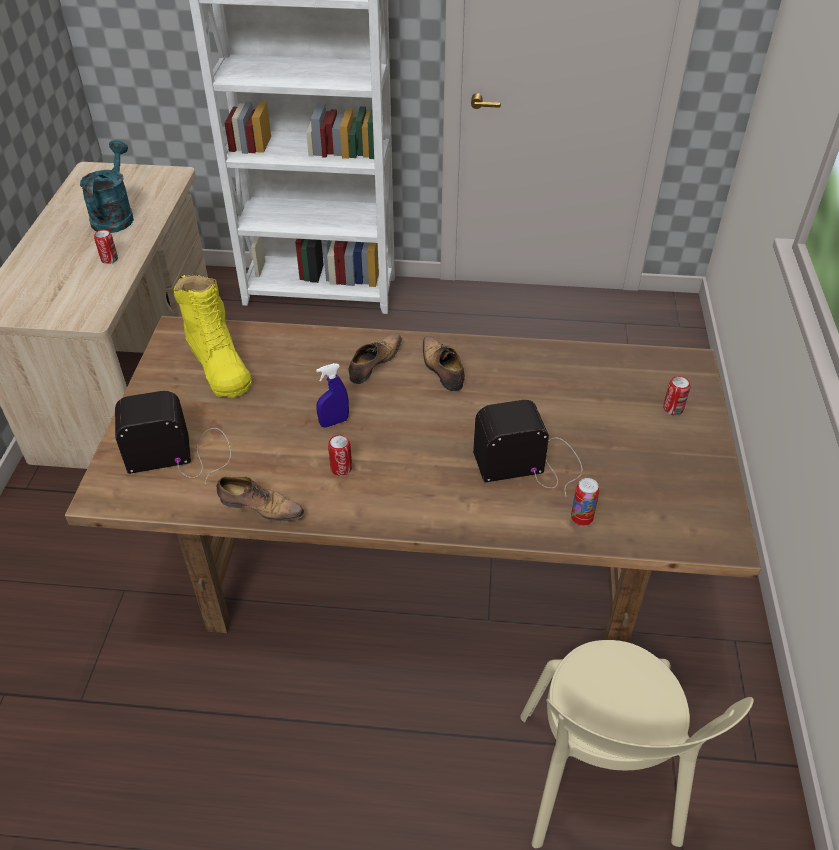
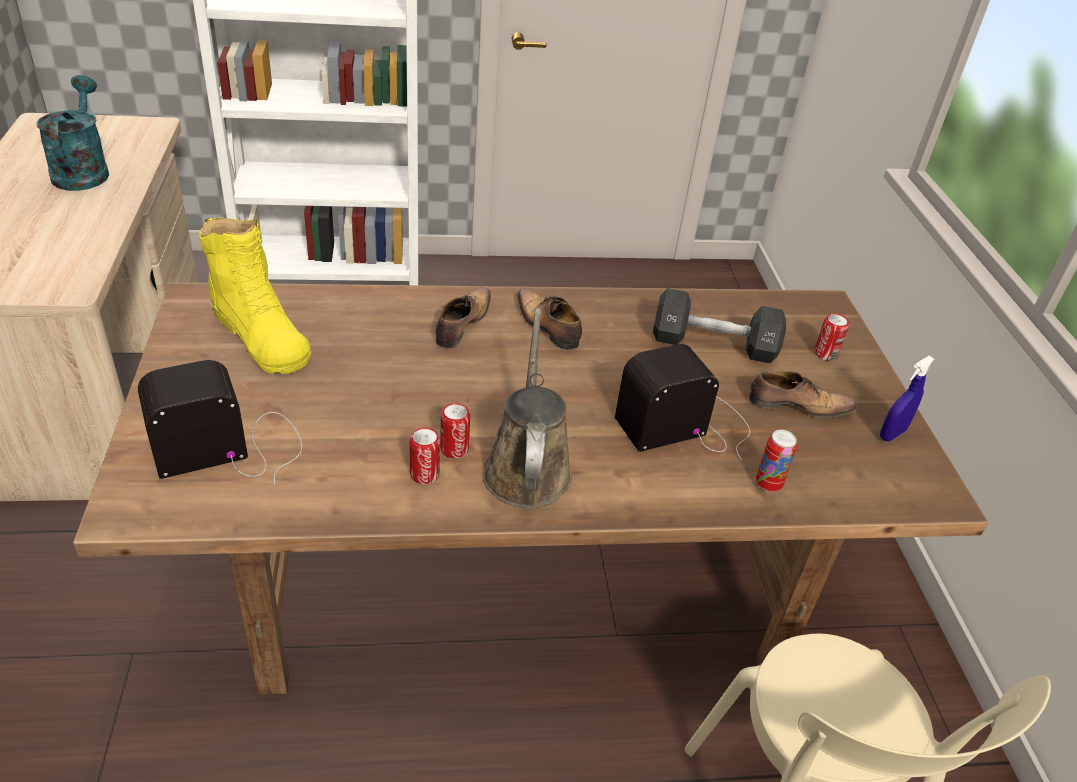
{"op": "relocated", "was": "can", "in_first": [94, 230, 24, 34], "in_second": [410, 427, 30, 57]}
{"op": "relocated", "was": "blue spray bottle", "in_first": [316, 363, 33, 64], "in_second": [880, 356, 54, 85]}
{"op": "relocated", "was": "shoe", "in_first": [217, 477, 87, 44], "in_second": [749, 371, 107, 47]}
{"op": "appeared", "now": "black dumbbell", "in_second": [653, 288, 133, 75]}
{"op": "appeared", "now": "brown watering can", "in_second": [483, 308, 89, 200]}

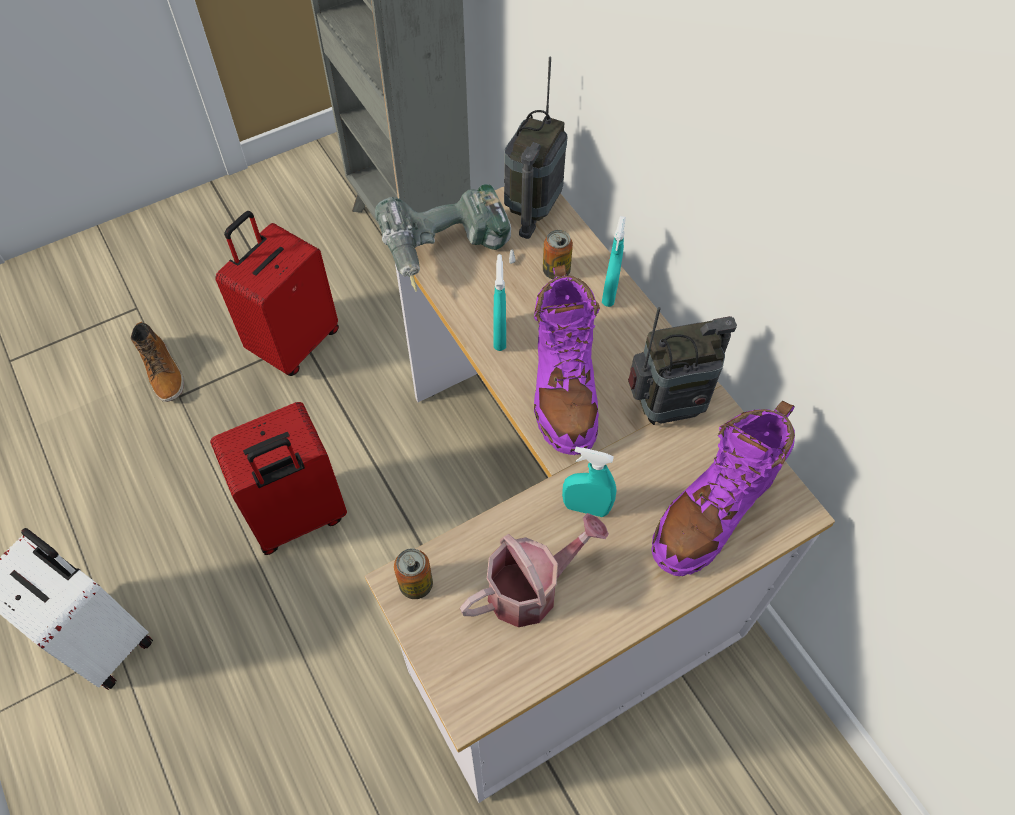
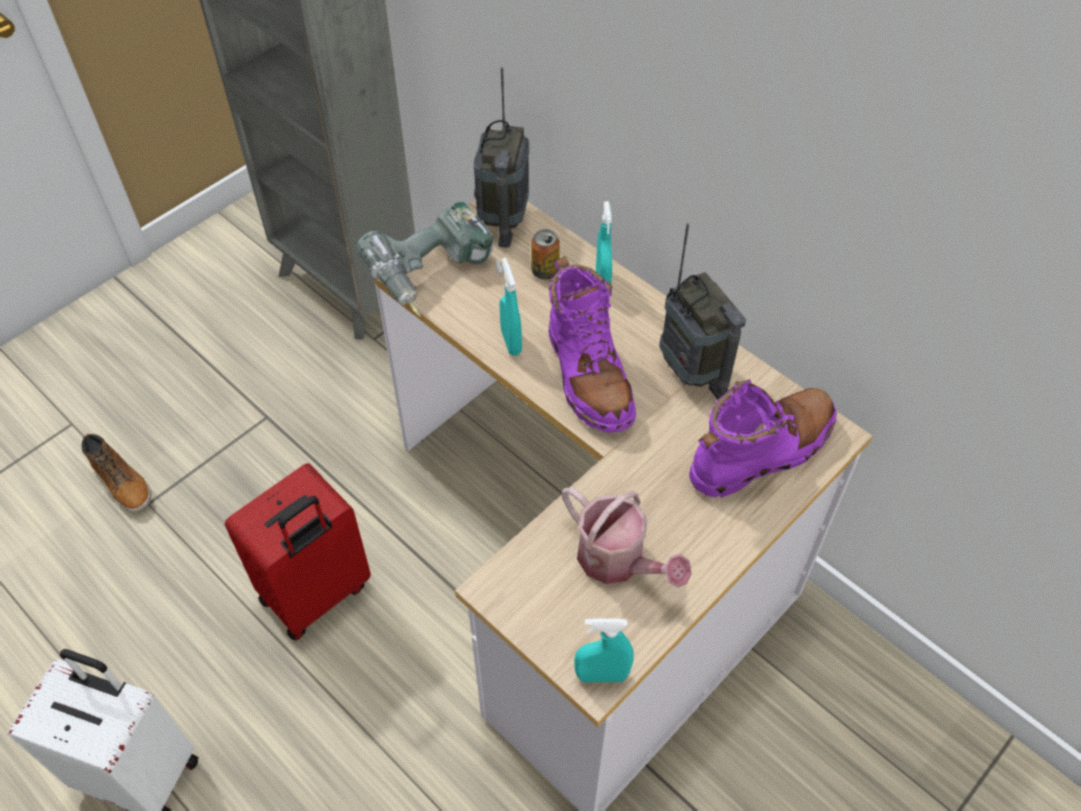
{"op": "missing", "was": "red suitcase", "in_first": [215, 211, 124, 165]}
{"op": "spun", "was": "radio", "in_first": [628, 307, 109, 118], "in_second": [659, 223, 87, 177], "clockwise": 90}
{"op": "spun", "was": "purple boot", "in_first": [651, 401, 144, 175], "in_second": [689, 379, 148, 119], "clockwise": -150}
{"op": "relocated", "was": "turquoise spray bottle", "in_first": [562, 447, 55, 70], "in_second": [574, 618, 60, 64]}
{"op": "spun", "was": "watering can", "in_first": [460, 513, 149, 114], "in_second": [562, 487, 130, 101], "clockwise": 90}
{"op": "missing", "was": "can", "in_first": [394, 548, 39, 51]}

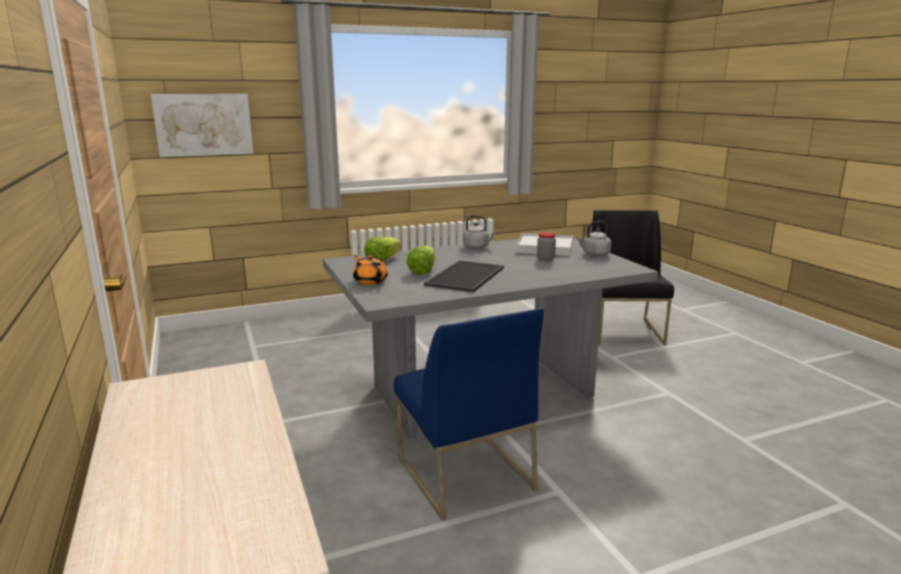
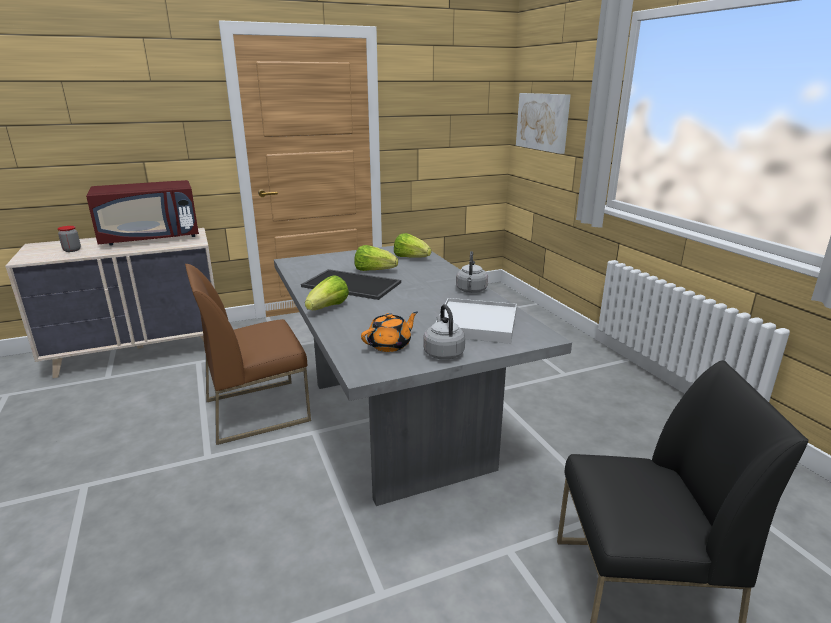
{"op": "relocated", "was": "jar", "in_first": [537, 232, 19, 29], "in_second": [58, 226, 23, 26]}
{"op": "relocated", "was": "orange teapot", "in_first": [353, 255, 35, 30], "in_second": [361, 312, 57, 40]}
{"op": "colour", "was": "blue chair", "now": "brown chair", "in_first": [394, 308, 150, 212], "in_second": [185, 264, 126, 181]}
{"op": "appeared", "now": "red microwave", "in_second": [86, 180, 113, 66]}
{"op": "appeared", "now": "lettuce", "in_second": [305, 275, 44, 35]}

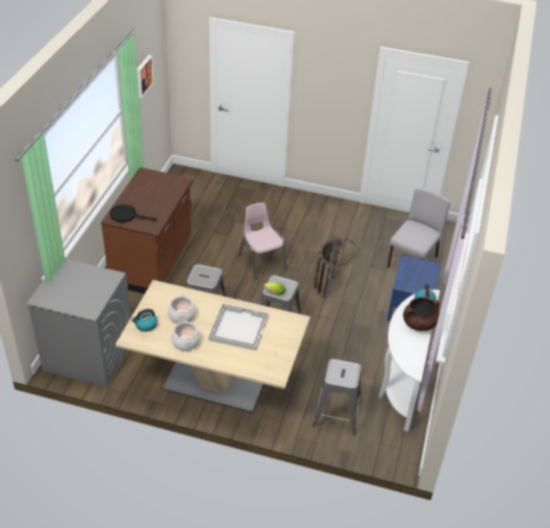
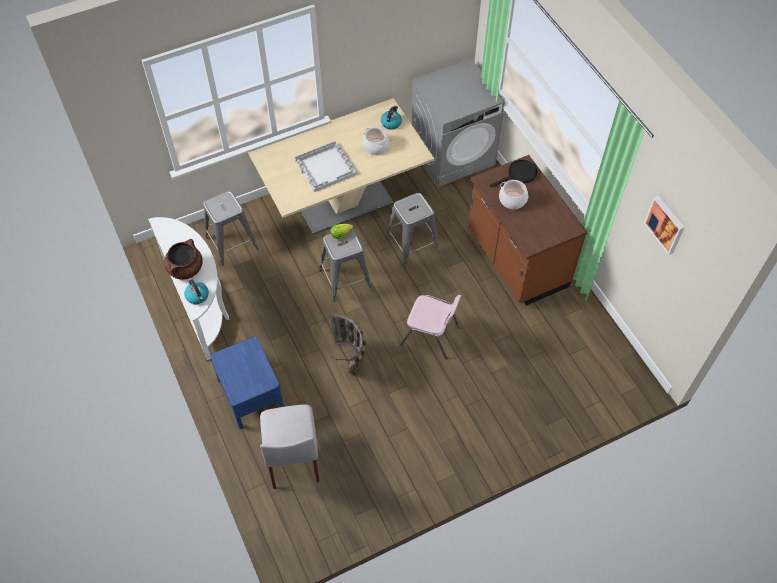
{"op": "relocated", "was": "cooking pot", "in_first": [171, 321, 29, 30], "in_second": [499, 180, 30, 29]}

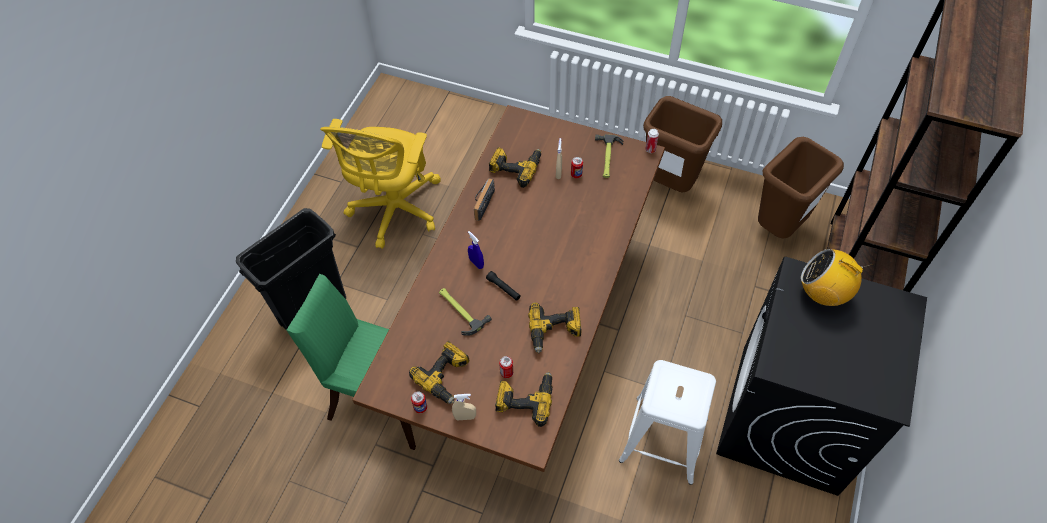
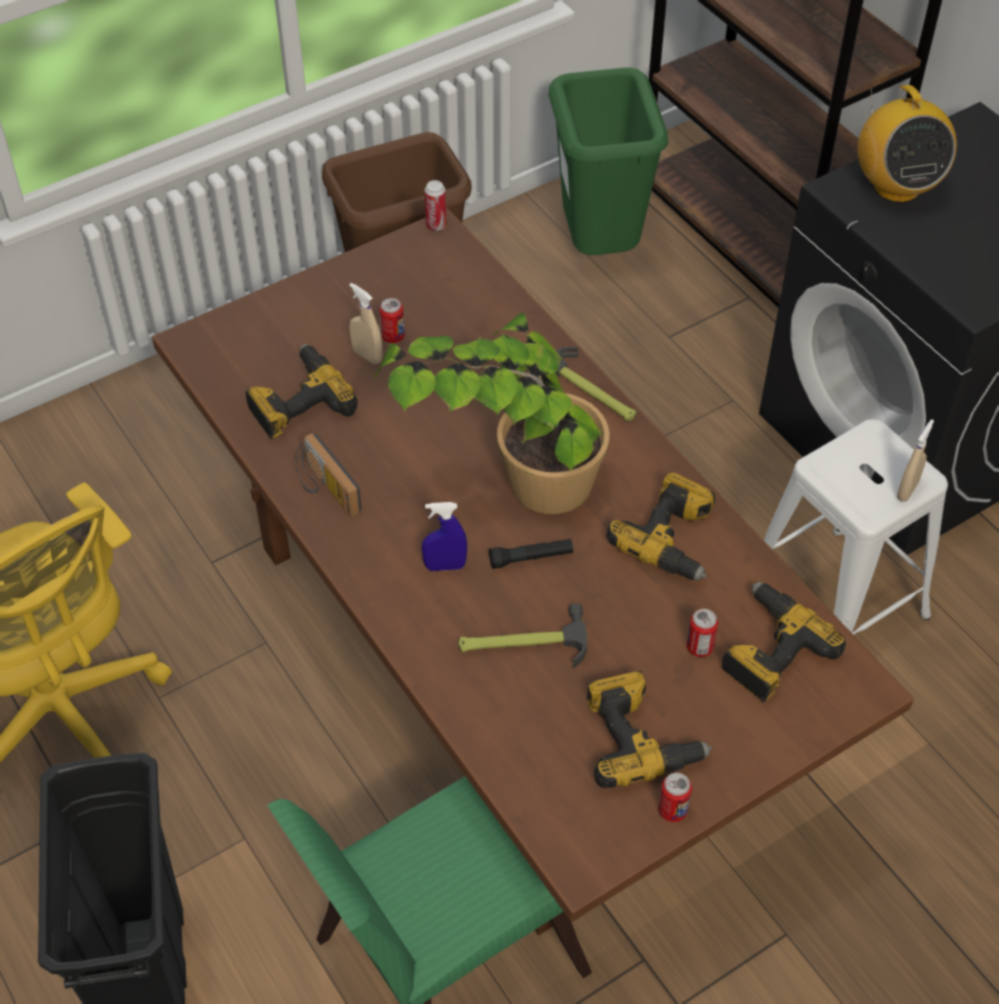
{"op": "relocated", "was": "hammer", "in_first": [595, 134, 28, 44], "in_second": [529, 347, 108, 74]}
{"op": "colour", "was": "brown trash can", "now": "green trash can", "in_first": [758, 137, 86, 101], "in_second": [549, 67, 119, 188]}
{"op": "spun", "was": "radio", "in_first": [801, 249, 72, 57], "in_second": [858, 85, 99, 118], "clockwise": -75}
{"op": "relocated", "was": "beige spray bottle", "in_first": [452, 394, 24, 26], "in_second": [897, 419, 37, 83]}
{"op": "appeared", "now": "potted plant", "in_second": [374, 313, 236, 201]}

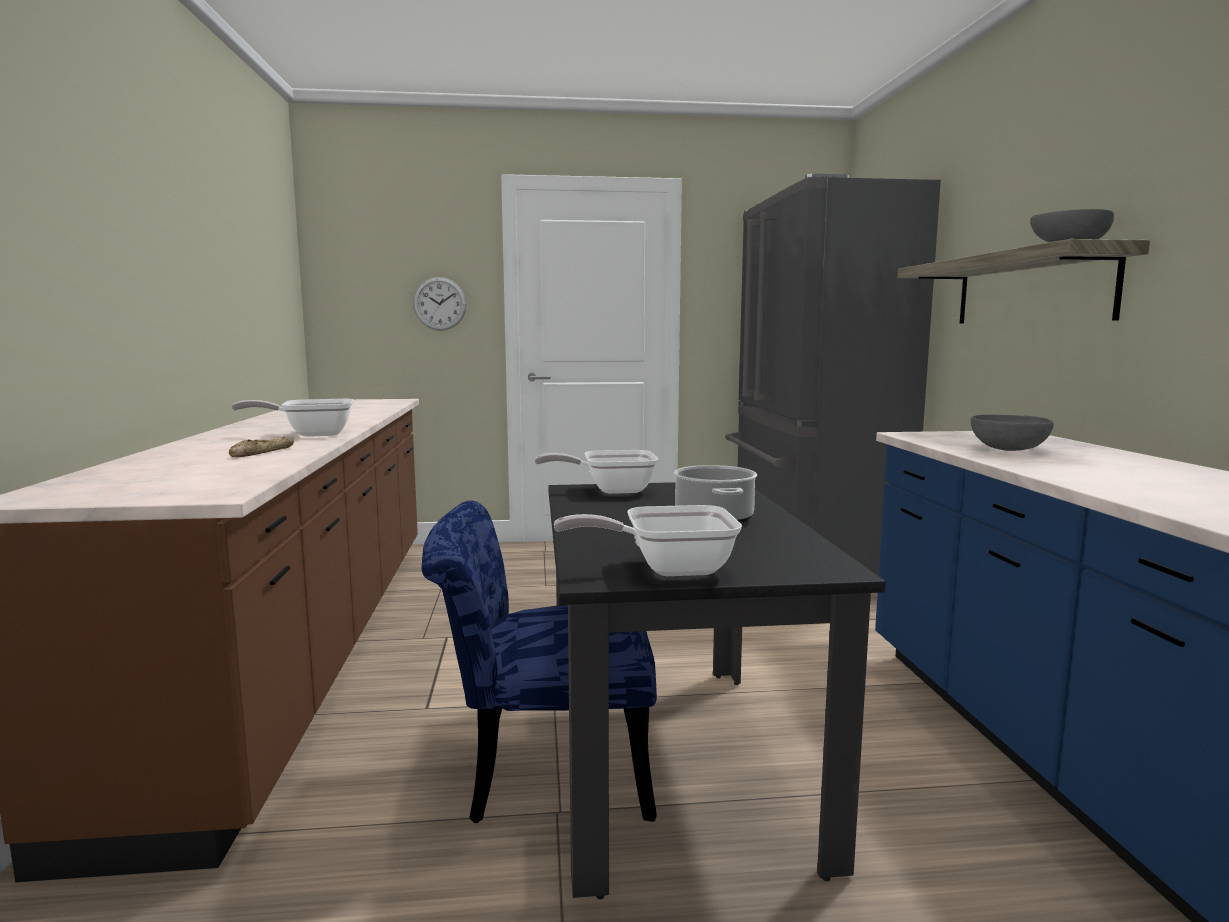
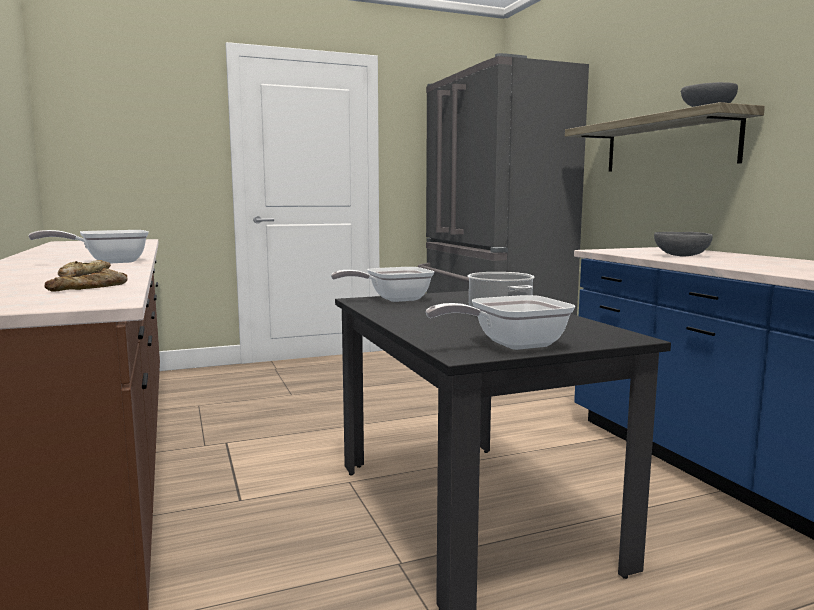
{"op": "missing", "was": "wall clock", "in_first": [413, 277, 54, 54]}
{"op": "missing", "was": "blue chair", "in_first": [422, 501, 235, 322]}
{"op": "appeared", "now": "bread", "in_second": [44, 268, 83, 24]}

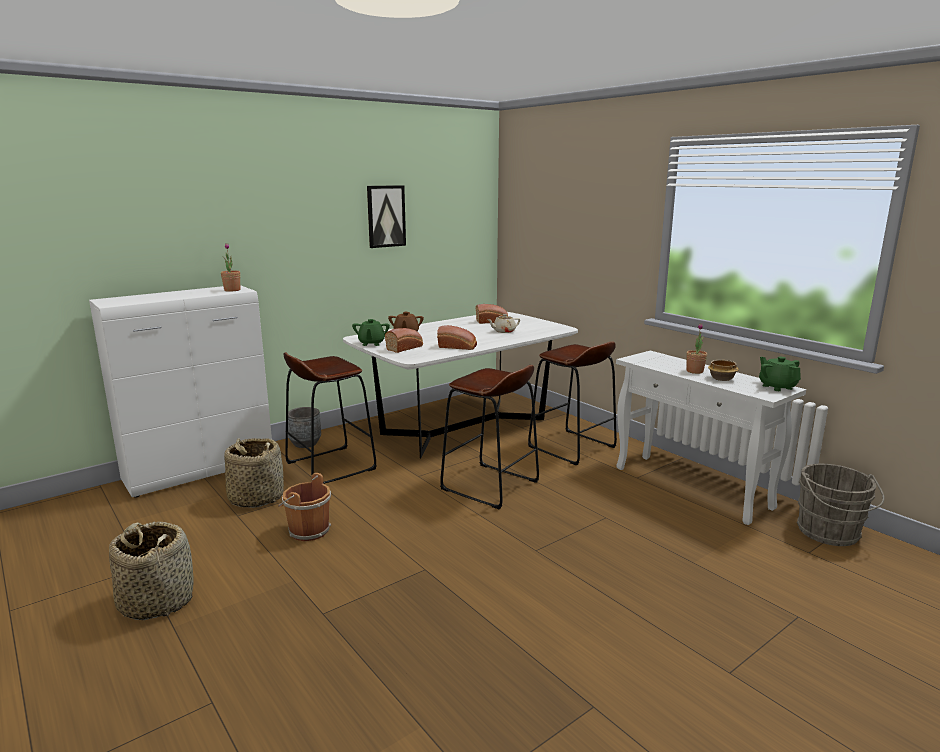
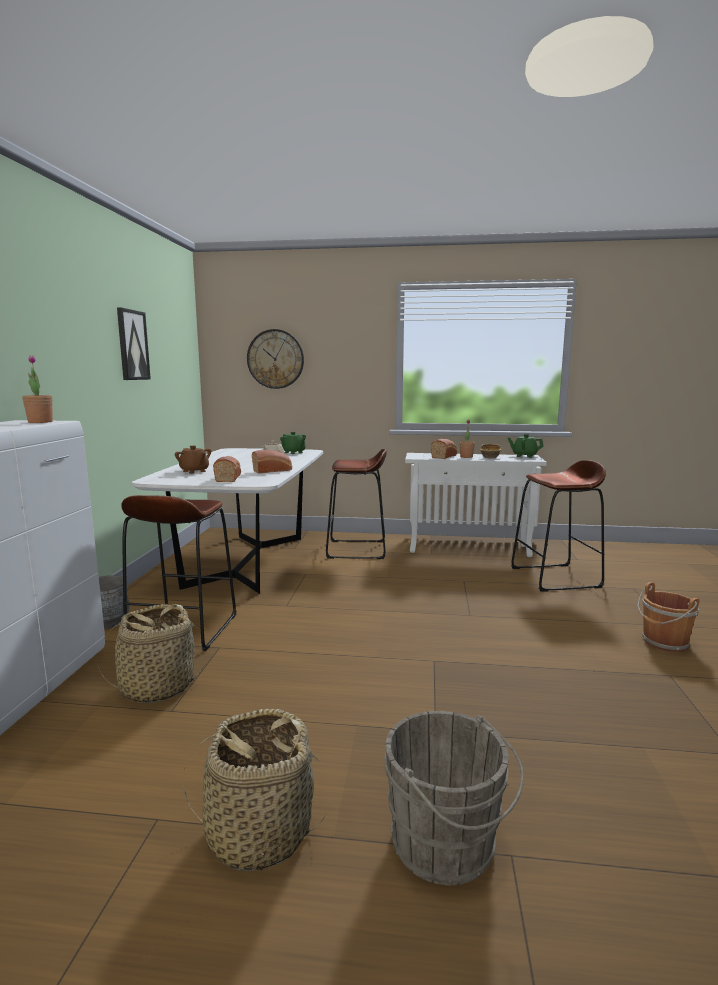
{"op": "relocated", "was": "bread", "in_first": [476, 304, 32, 20], "in_second": [431, 439, 26, 20]}
{"op": "relocated", "was": "green teapot", "in_first": [352, 319, 38, 27], "in_second": [280, 432, 26, 22]}
{"op": "relocated", "was": "brown stool", "in_first": [440, 365, 99, 144], "in_second": [511, 460, 95, 132]}
{"op": "relocated", "was": "grey bucket", "in_first": [797, 464, 88, 82], "in_second": [383, 711, 141, 175]}
{"op": "relocated", "was": "brown bucket", "in_first": [278, 473, 53, 68], "in_second": [637, 582, 63, 70]}
{"op": "appeared", "now": "wall clock", "in_second": [247, 329, 57, 60]}

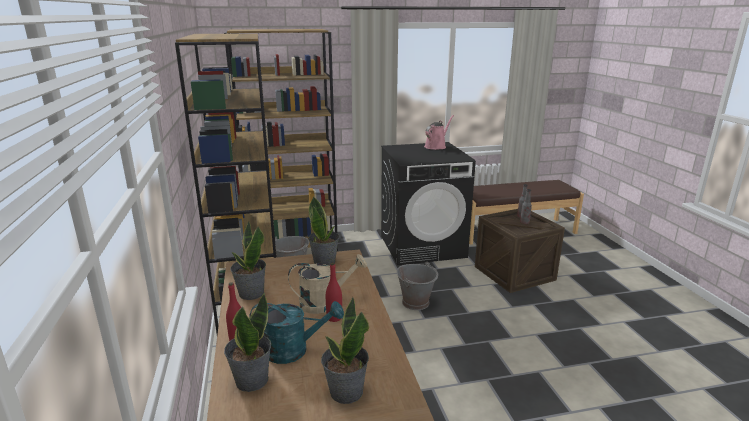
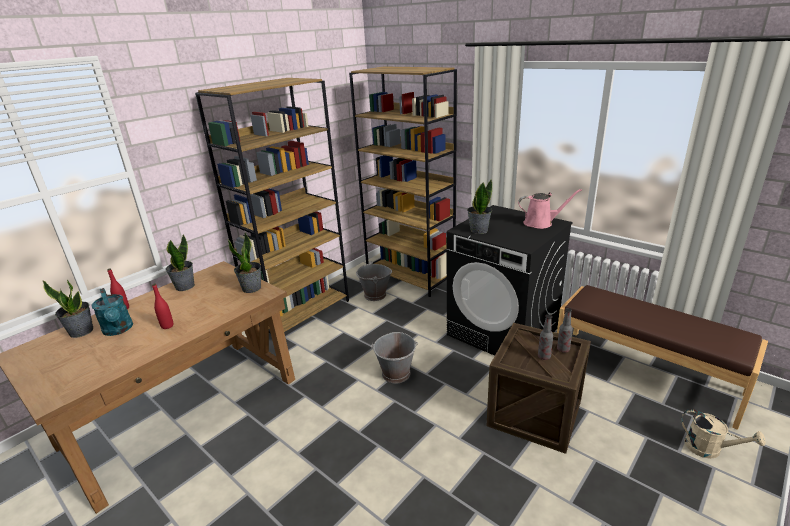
{"op": "relocated", "was": "beige watering can", "in_first": [288, 254, 79, 60], "in_second": [681, 409, 85, 50]}
{"op": "relocated", "was": "potted plant", "in_first": [321, 297, 48, 107], "in_second": [467, 179, 25, 55]}

